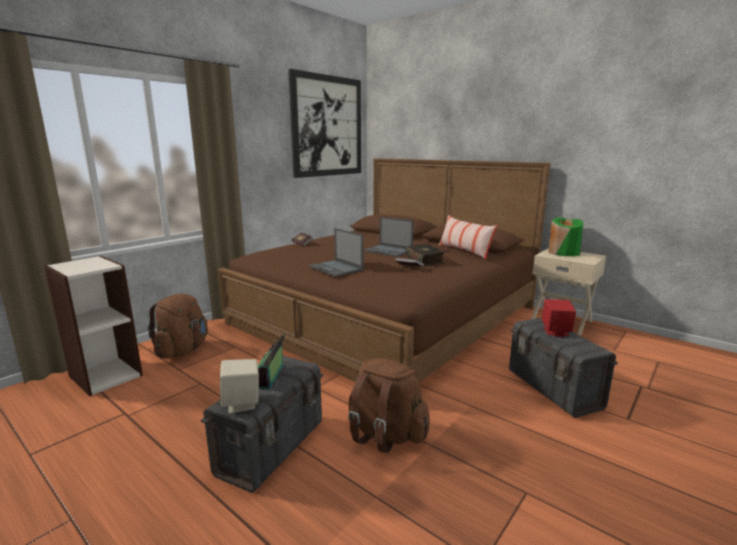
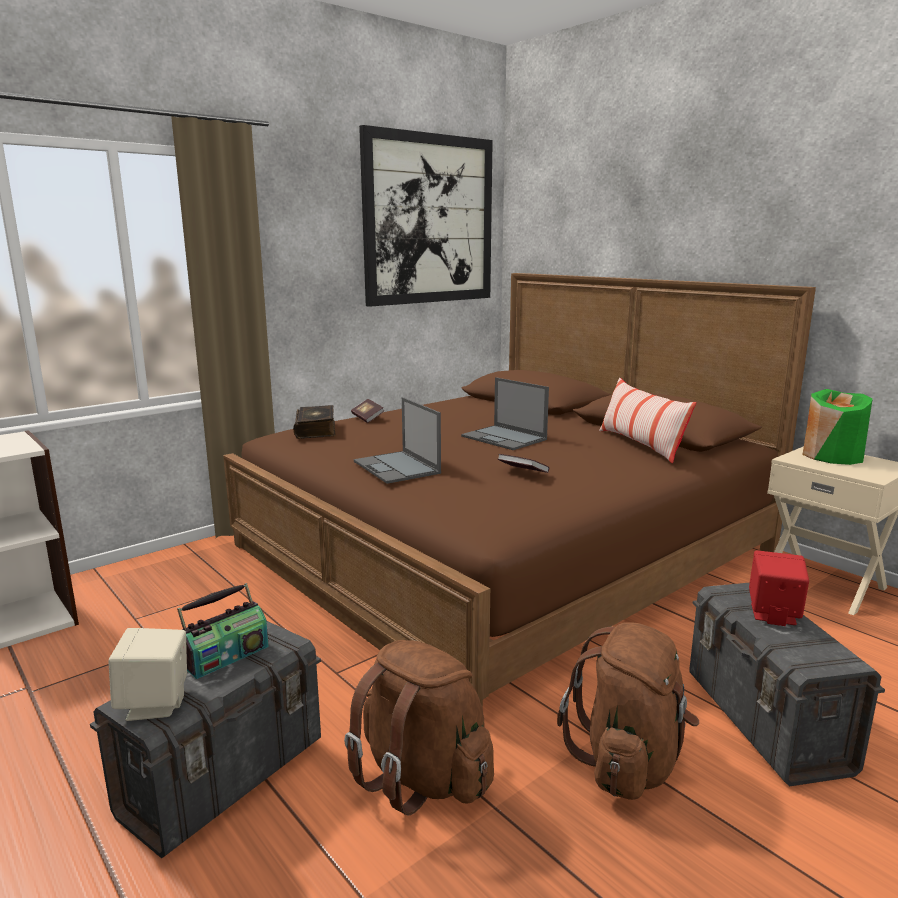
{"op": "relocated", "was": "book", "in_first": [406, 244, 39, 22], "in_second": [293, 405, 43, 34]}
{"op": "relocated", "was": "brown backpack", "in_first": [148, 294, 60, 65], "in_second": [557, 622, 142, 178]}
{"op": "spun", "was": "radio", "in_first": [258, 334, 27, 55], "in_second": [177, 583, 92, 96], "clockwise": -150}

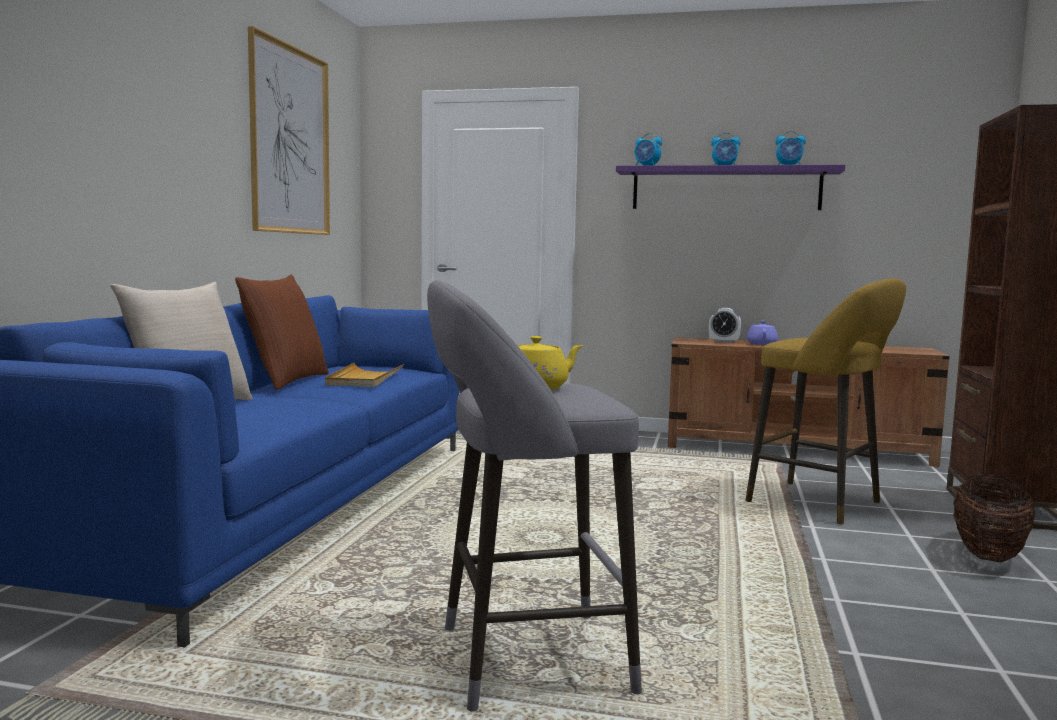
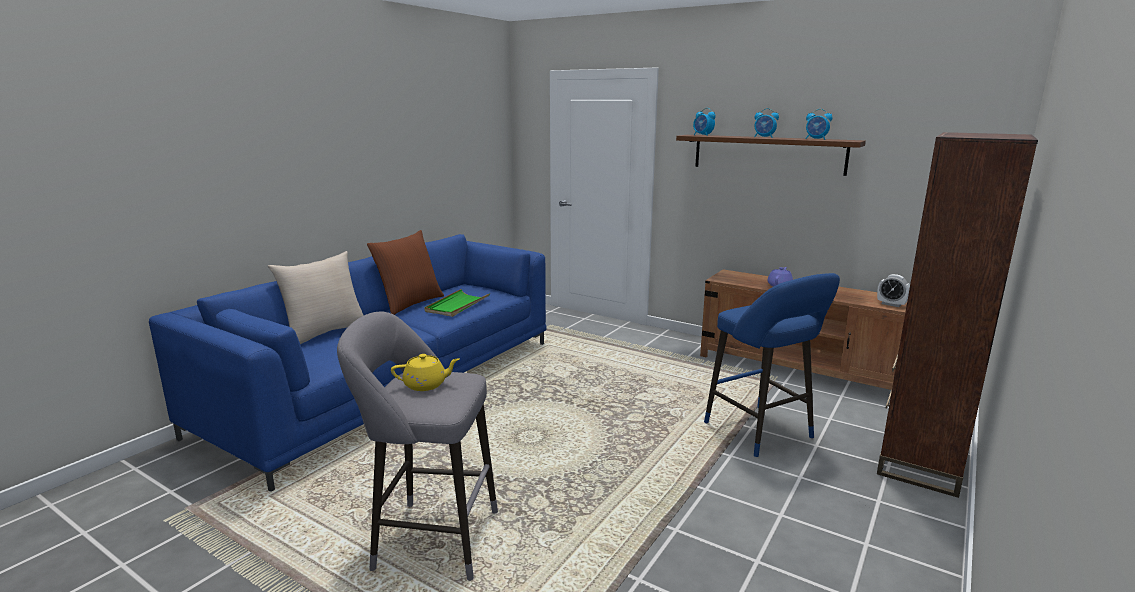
{"op": "missing", "was": "picture", "in_first": [248, 26, 82, 209]}
{"op": "colour", "was": "purple shelf", "now": "brown shelf", "in_first": [616, 165, 229, 45], "in_second": [676, 135, 190, 41]}
{"op": "colour", "was": "yellow stool", "now": "blue stool", "in_first": [745, 278, 161, 246], "in_second": [704, 273, 136, 184]}
{"op": "relocated", "was": "alarm clock", "in_first": [709, 308, 32, 35], "in_second": [877, 274, 33, 33]}
{"op": "colour", "was": "beige tray", "now": "green tray", "in_first": [325, 362, 79, 25], "in_second": [424, 289, 66, 28]}
{"op": "missing", "was": "basket", "in_first": [953, 474, 82, 88]}

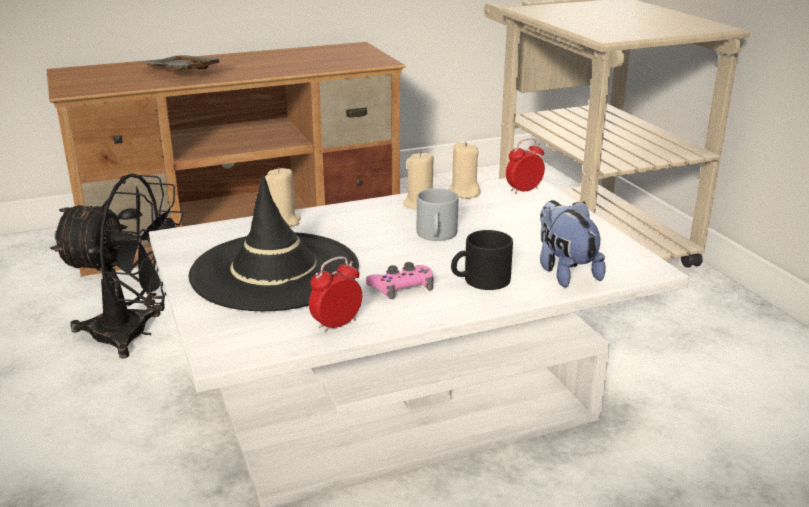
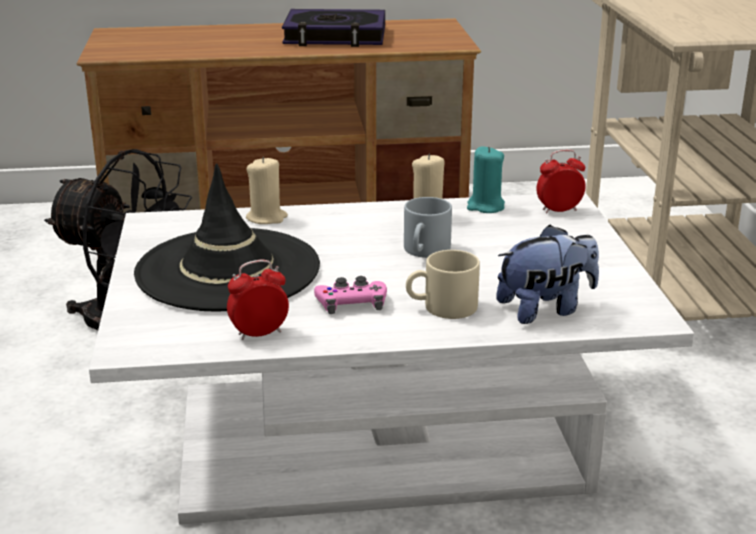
{"op": "missing", "was": "grey tray", "in_first": [142, 55, 84, 15]}
{"op": "colour", "was": "beige candle", "now": "turquoise candle", "in_first": [448, 141, 33, 58], "in_second": [467, 146, 38, 67]}
{"op": "spun", "was": "plush toy", "in_first": [540, 200, 66, 87], "in_second": [496, 224, 103, 100], "clockwise": 75}
{"op": "colour", "was": "black mug", "now": "beige mug", "in_first": [451, 230, 62, 60], "in_second": [406, 250, 74, 69]}
{"op": "appeared", "now": "book", "in_second": [282, 9, 103, 38]}

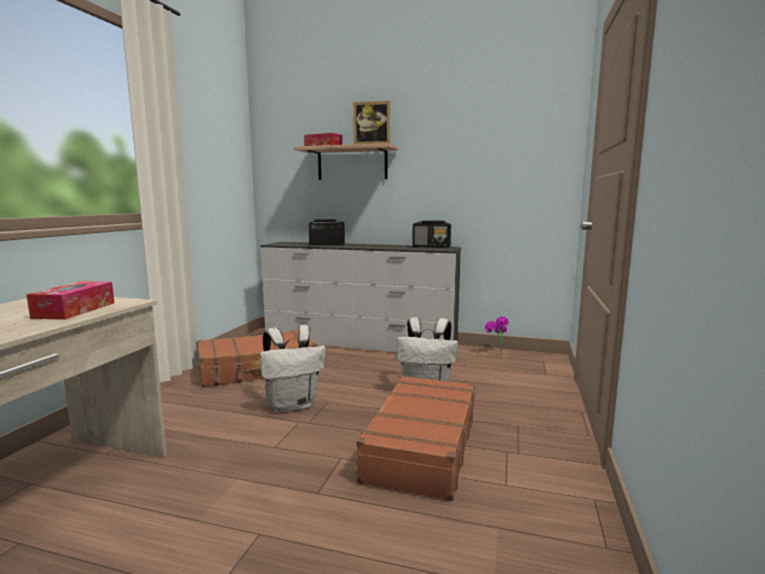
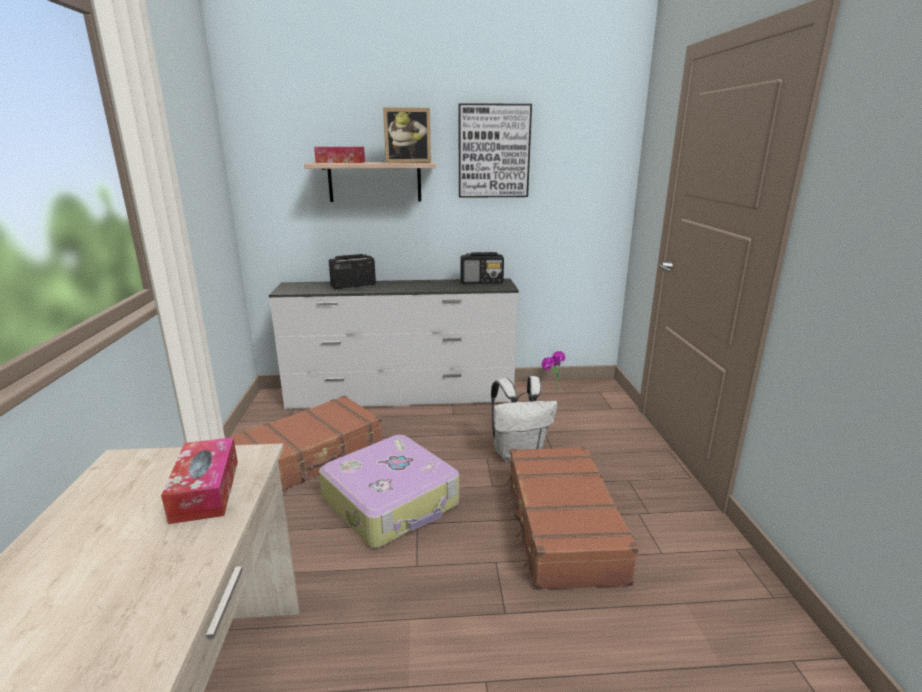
{"op": "exchanged", "was": "white backpack", "now": "suitcase", "in_first": [260, 325, 66, 88], "in_second": [319, 435, 140, 113]}
{"op": "appeared", "now": "picture", "in_second": [459, 103, 73, 95]}

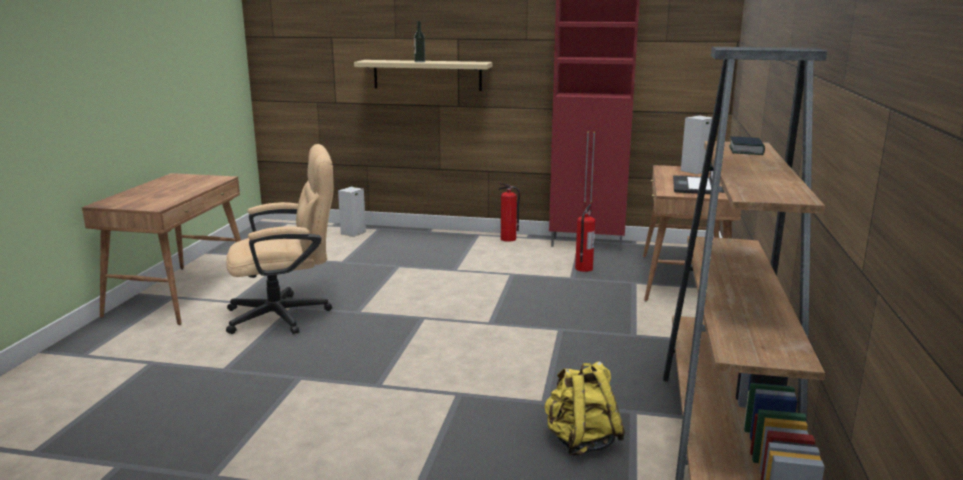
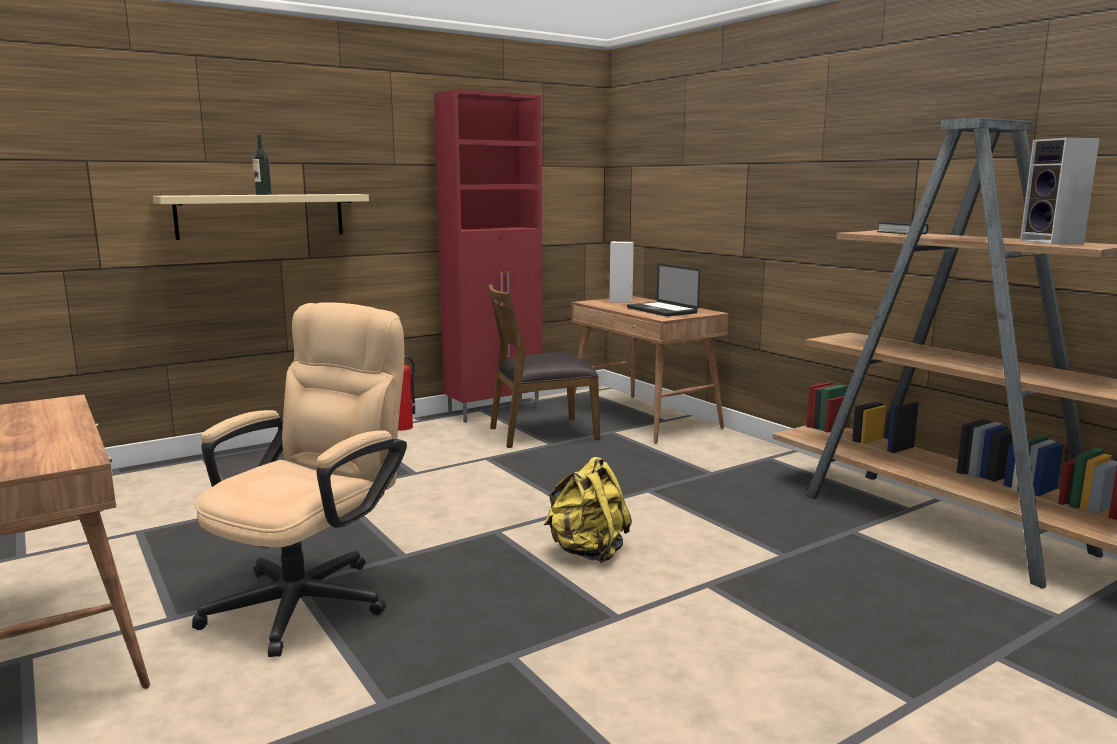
{"op": "relocated", "was": "speaker", "in_first": [338, 187, 28, 50], "in_second": [1020, 137, 80, 107]}
{"op": "exchanged", "was": "fire extinguisher", "now": "brown chair", "in_first": [575, 204, 20, 68], "in_second": [488, 284, 112, 164]}
{"op": "relocated", "was": "yellow backpack", "in_first": [544, 362, 81, 94], "in_second": [544, 457, 88, 106]}

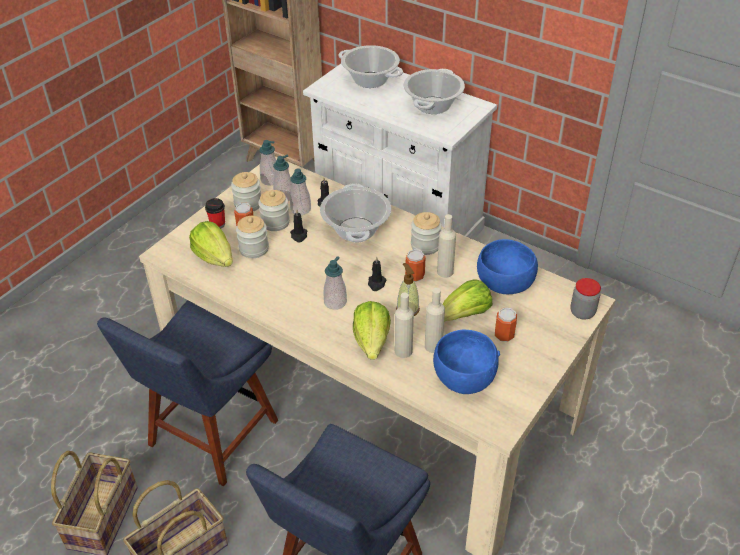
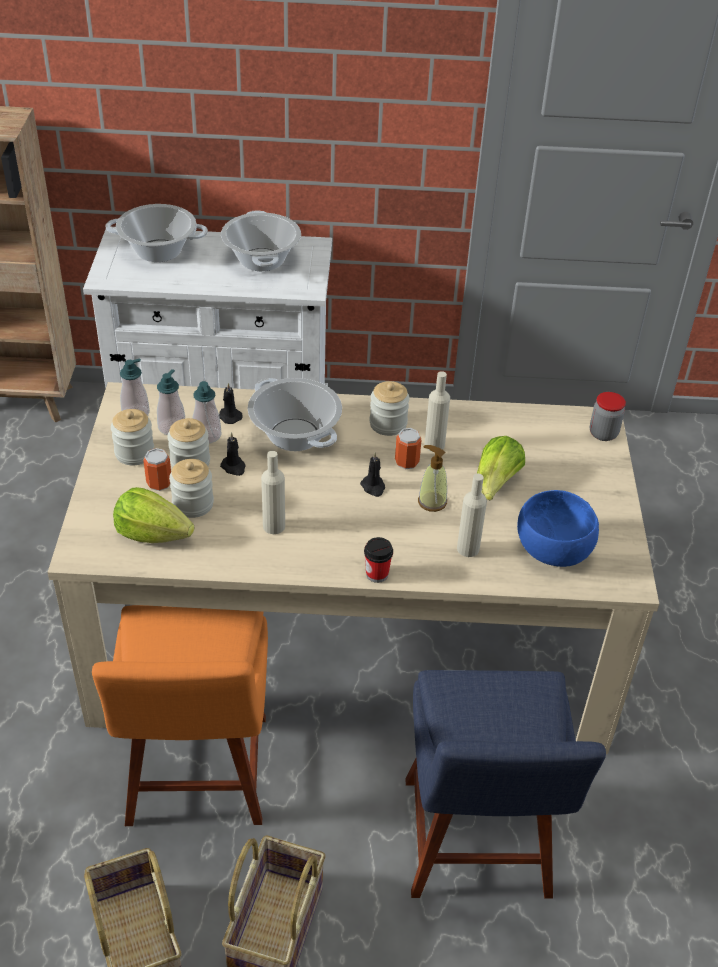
{"op": "relocated", "was": "cup", "in_first": [205, 198, 20, 31], "in_second": [364, 537, 29, 46]}
{"op": "missing", "was": "blue bowl", "in_first": [477, 239, 61, 55]}
{"op": "missing", "was": "soap dispenser", "in_first": [324, 256, 23, 54]}
{"op": "relocated", "was": "beige bottle", "in_first": [425, 288, 20, 65], "in_second": [261, 451, 24, 83]}
{"op": "colour", "was": "blue chair", "now": "orange chair", "in_first": [97, 300, 181, 186], "in_second": [92, 605, 176, 221]}
{"op": "missing", "was": "lettuce", "in_first": [353, 301, 38, 59]}
{"op": "missing", "was": "can", "in_first": [495, 308, 22, 34]}

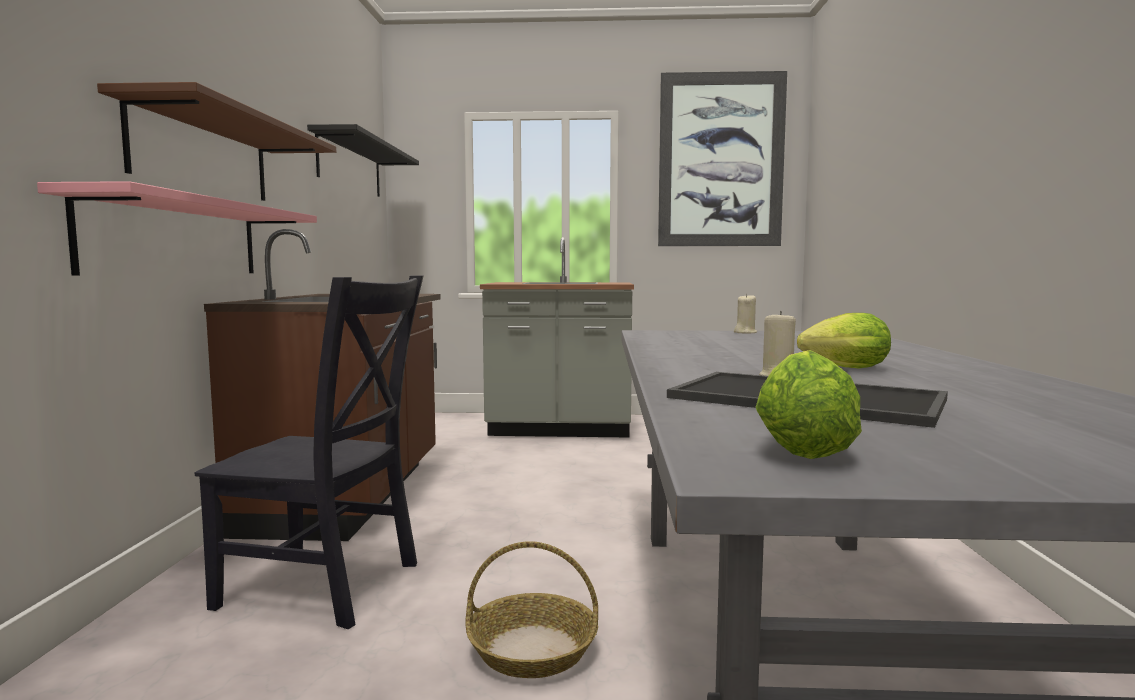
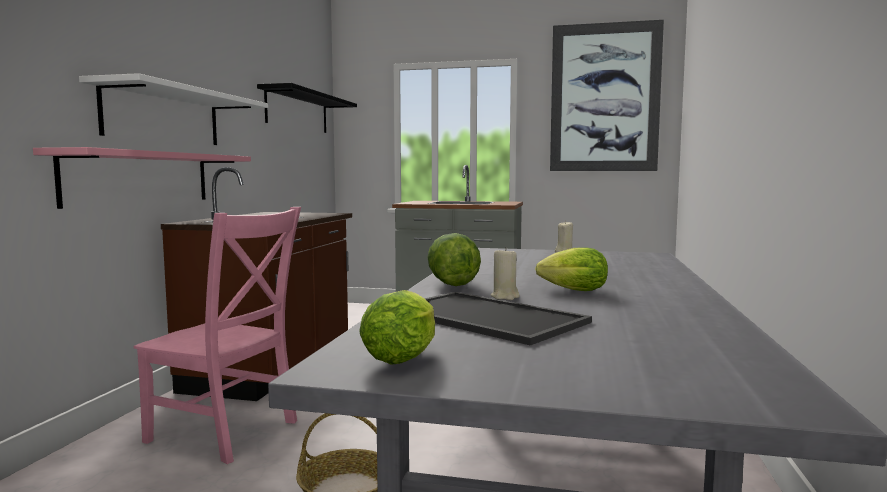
{"op": "colour", "was": "brown shelf", "now": "white shelf", "in_first": [97, 82, 239, 119], "in_second": [79, 73, 189, 72]}
{"op": "colour", "was": "black chair", "now": "pink chair", "in_first": [195, 275, 228, 354], "in_second": [134, 207, 167, 257]}
{"op": "appeared", "now": "lettuce", "in_second": [427, 233, 54, 53]}

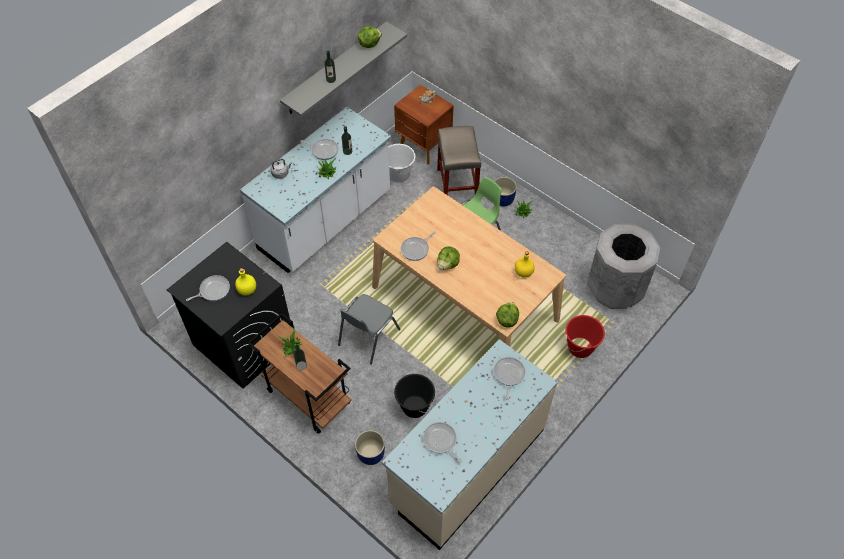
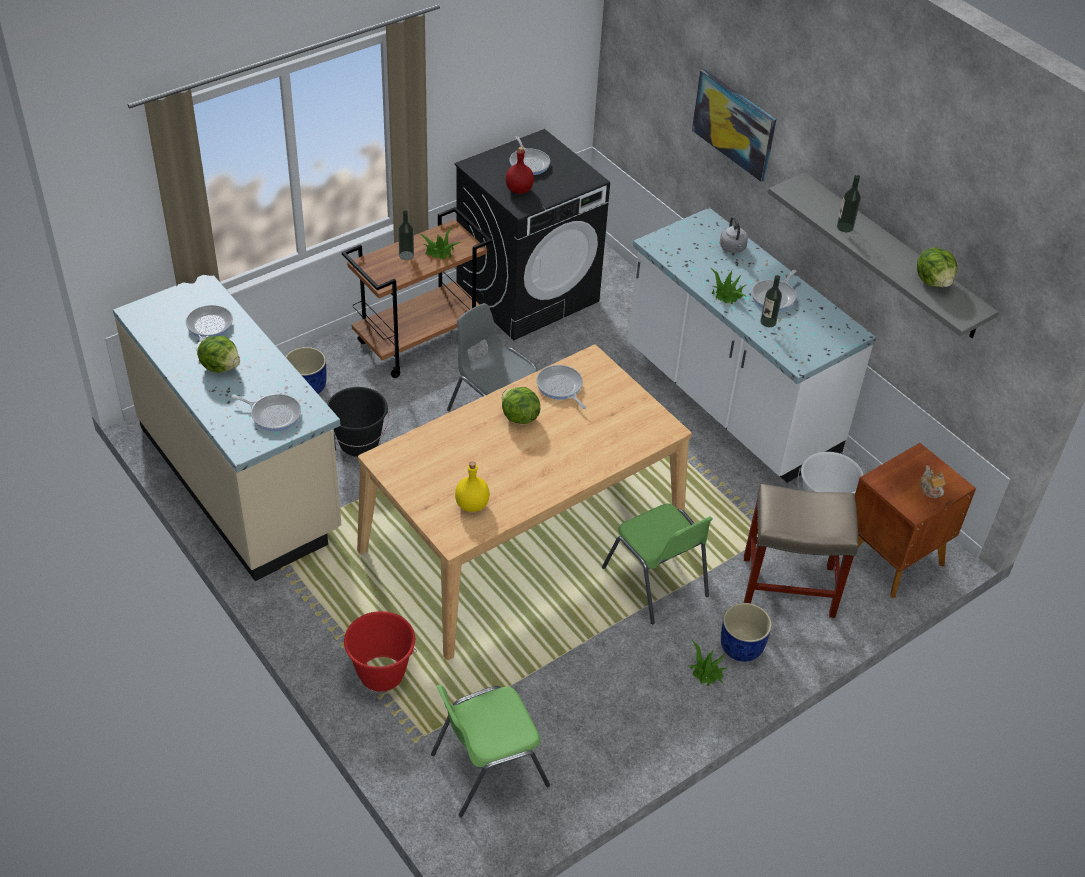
{"op": "exchanged", "was": "grey trash can", "now": "green chair", "in_first": [587, 224, 73, 85], "in_second": [431, 685, 119, 132]}
{"op": "colour", "was": "yellow bottle", "now": "red bottle", "in_first": [235, 268, 21, 27], "in_second": [505, 147, 29, 47]}
{"op": "relocated", "was": "lettuce", "in_first": [496, 302, 23, 26], "in_second": [197, 336, 43, 37]}
{"op": "spun", "was": "frying pan", "in_first": [423, 422, 39, 41], "in_second": [185, 305, 48, 45], "clockwise": -60}
{"op": "appeared", "now": "picture", "in_second": [692, 69, 84, 113]}

